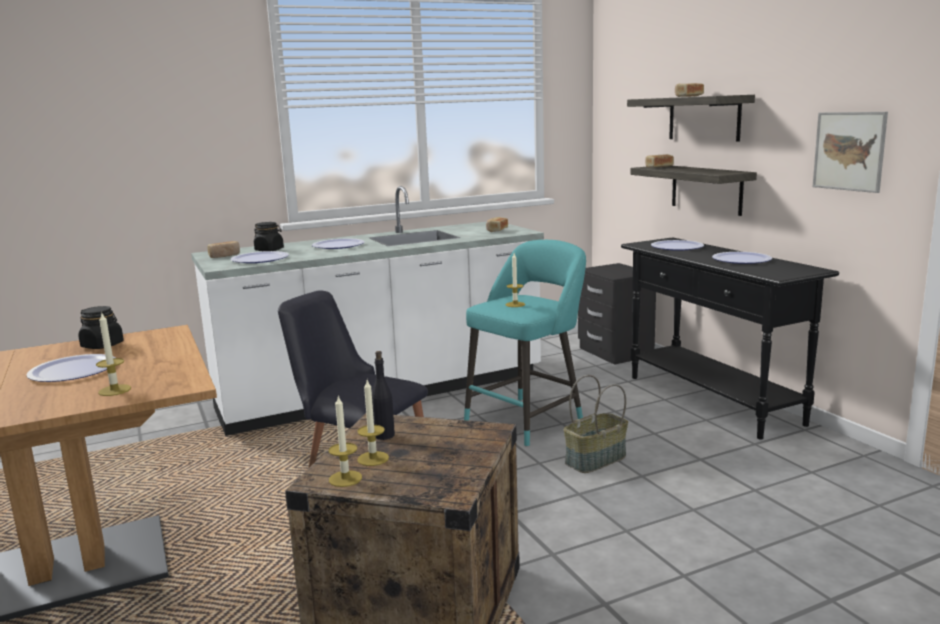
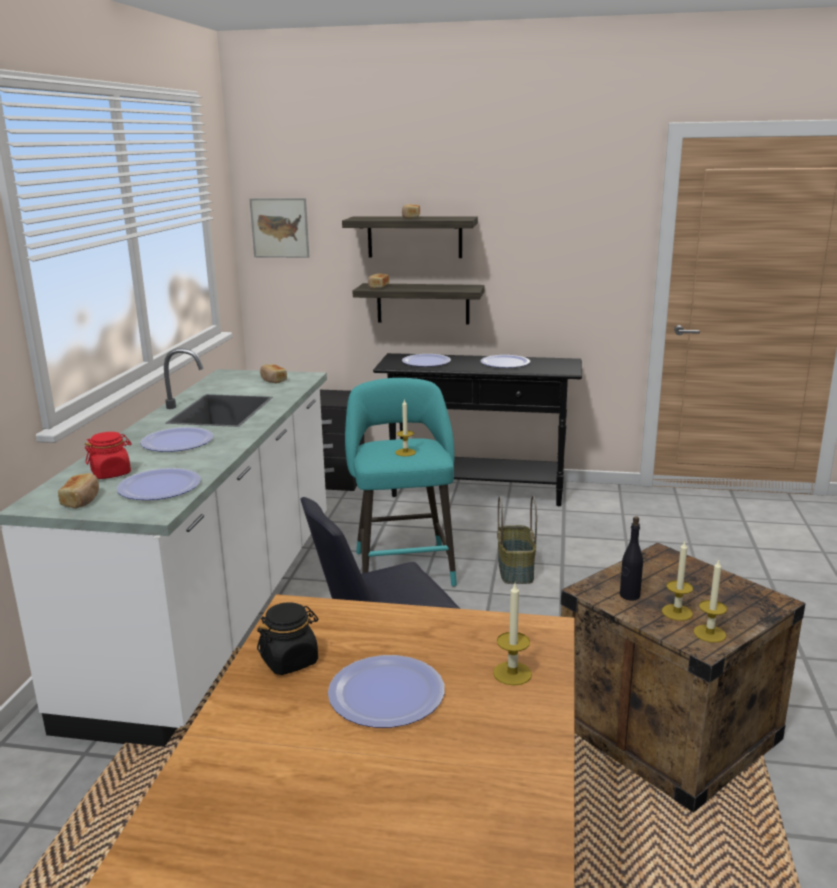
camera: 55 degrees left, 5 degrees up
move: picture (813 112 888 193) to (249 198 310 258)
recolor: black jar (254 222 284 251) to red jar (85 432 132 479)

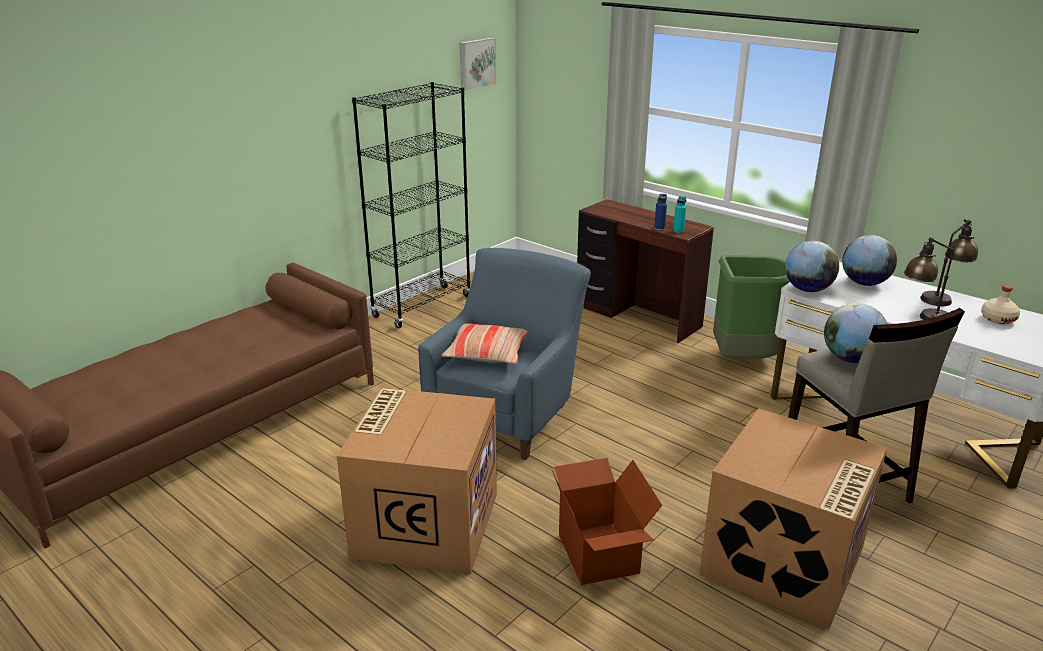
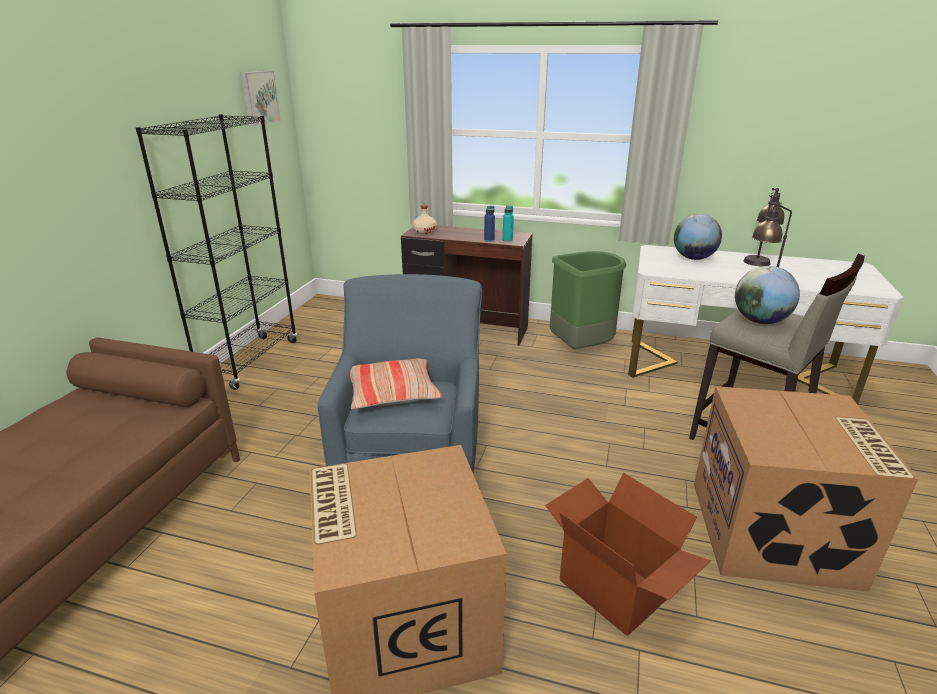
camera: 25 degrees left, 0 degrees up
delete: globe (785 241 839 292)
move: beige bottle (981 285 1020 324) to (412 205 437 234)

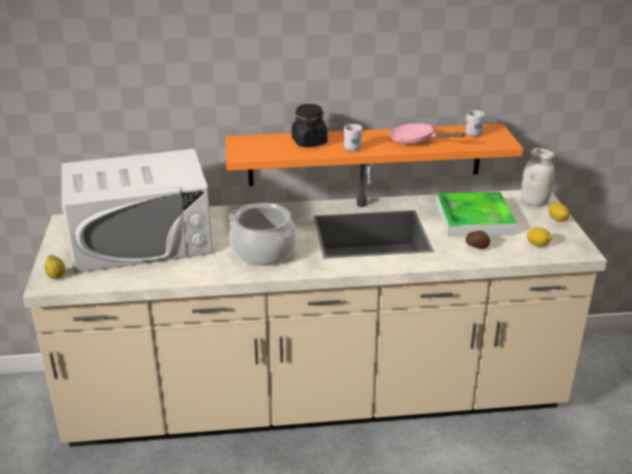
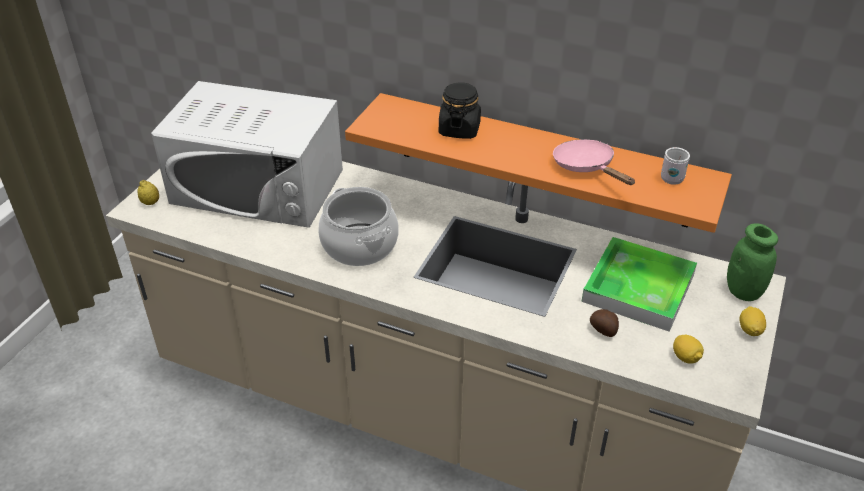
camera: 30 degrees right, 10 degrees up
delete: white mug (344 124 362 151)
recolor: white jar (521 148 554 206) to green jar (727 223 778 301)

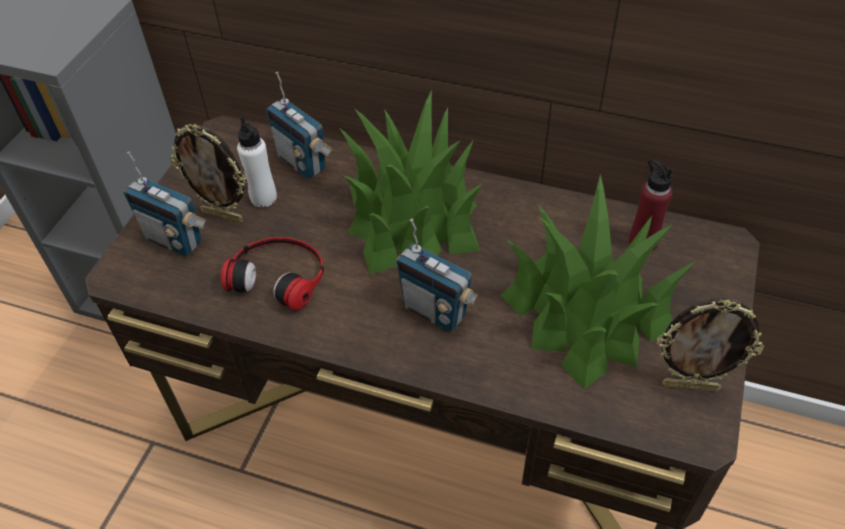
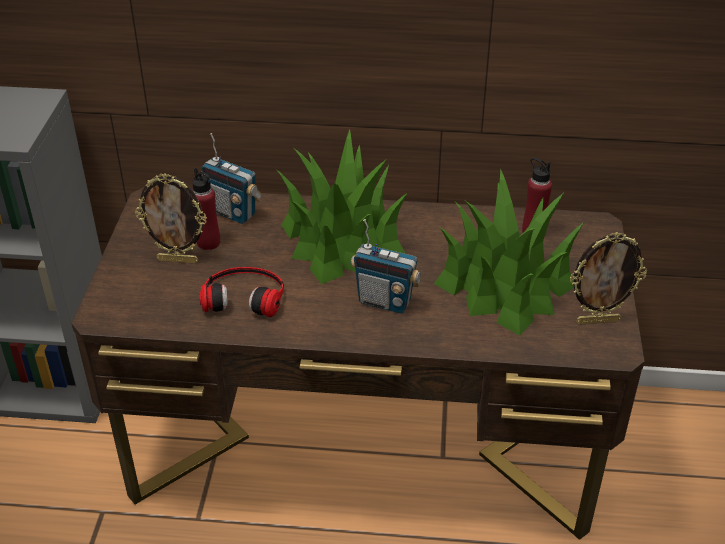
camera: 15 degrees left, 10 degrees down
delete: radio (124 151 207 257)
recolor: white bottle (237 117 277 207) to red bottle (192 168 220 250)

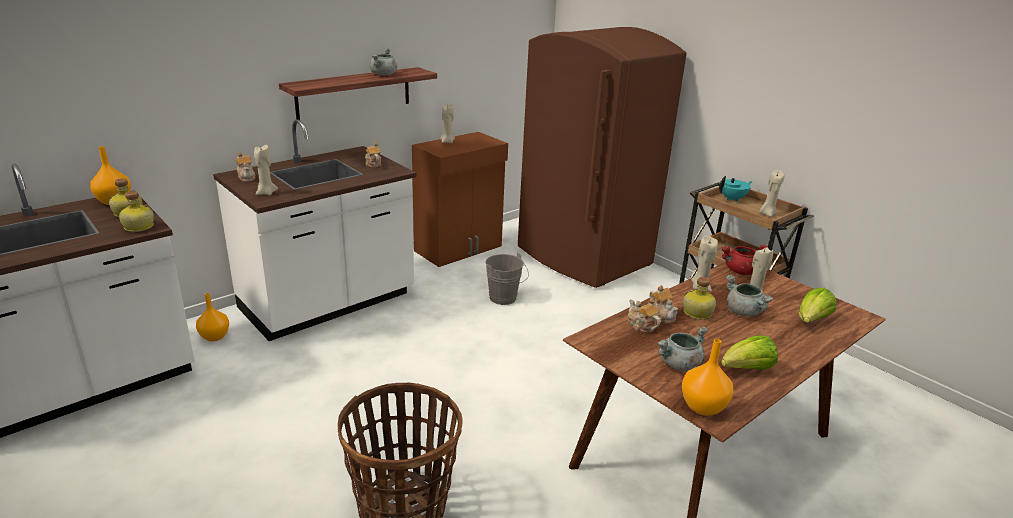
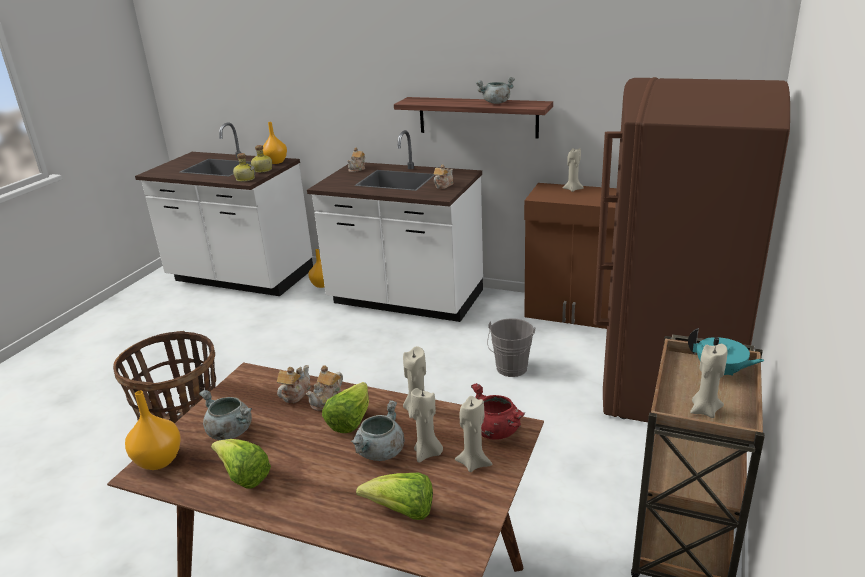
camera: 65 degrees right, 0 degrees up
move: beige candle (254 145 278 196) to (455 396 492 472)
replace: bottle (683 277 716 319) to lettuce (322 382 369 433)

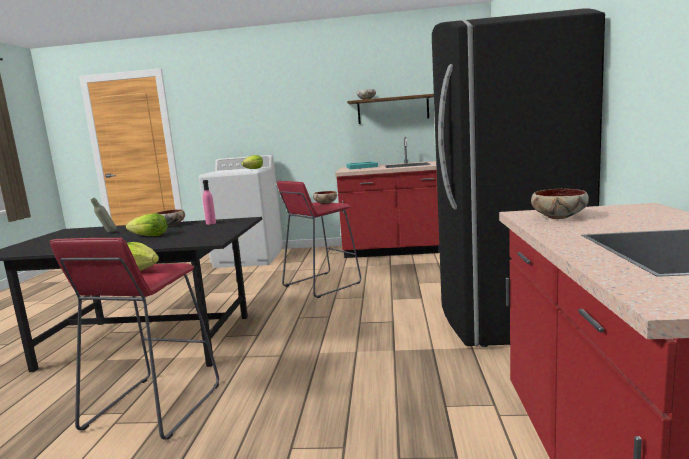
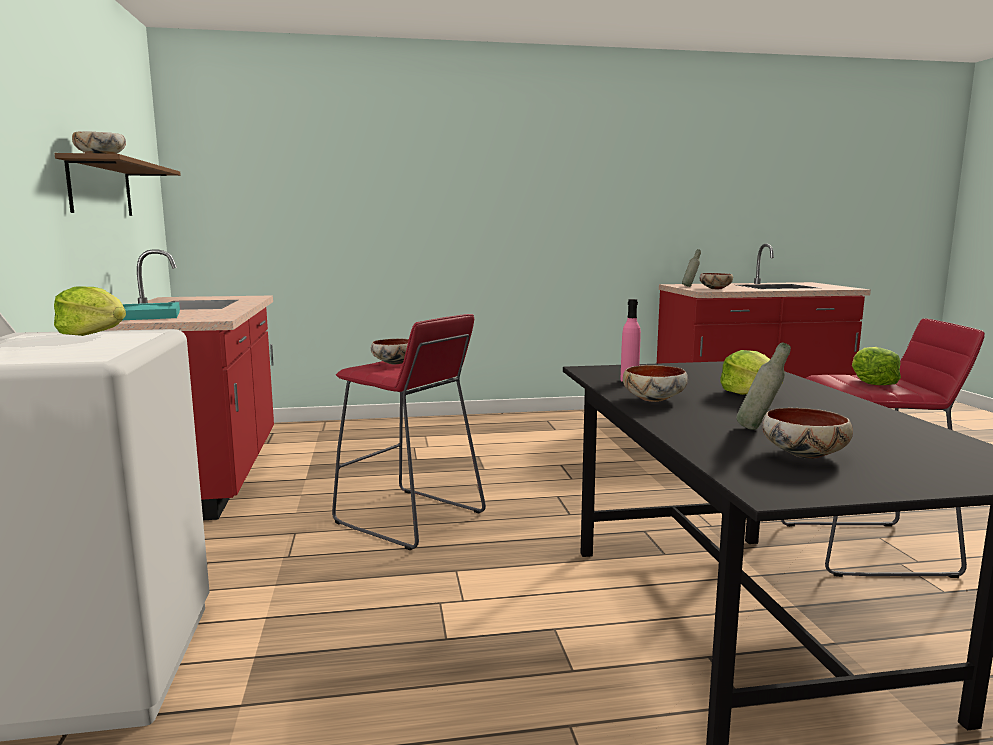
camera: 105 degrees left, 0 degrees up
delete: black fridge (432 8 605 347)
insert: grey bottle (682 249 701 287); bowl (762 408 853 459)

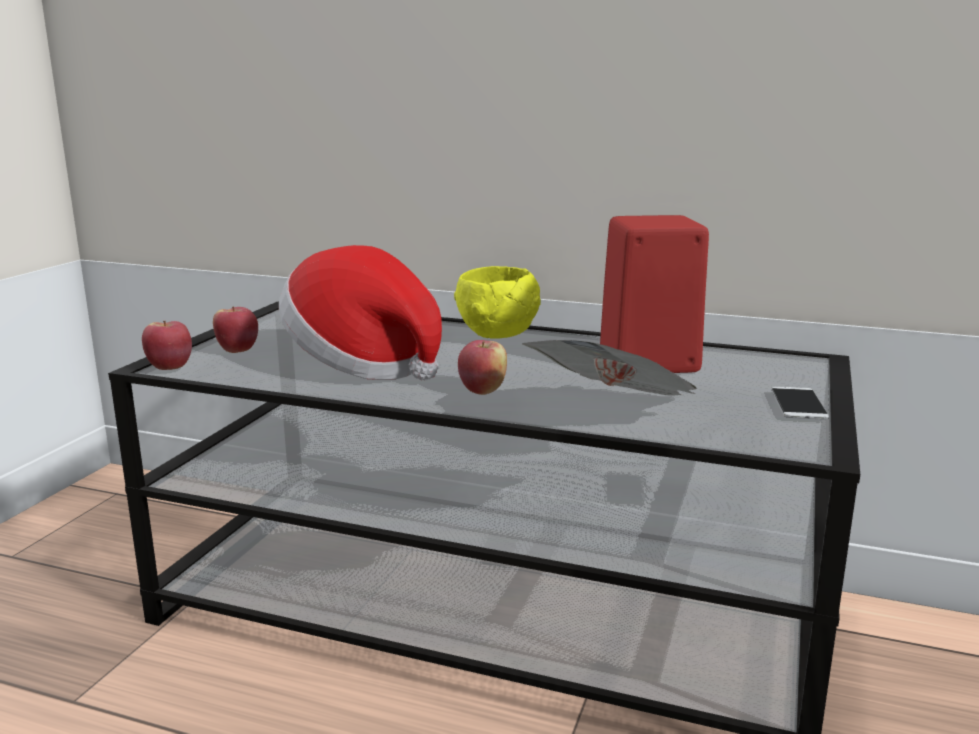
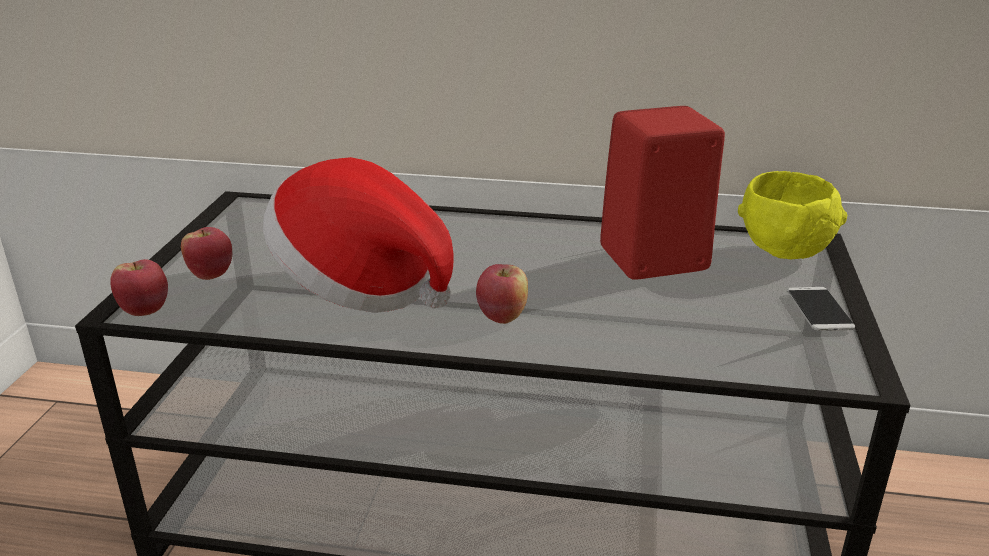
camera: 10 degrees left, 10 degrees up
delete: newspaper (522 340 697 396)
move: yellow bowl (454 266 541 339) to (738 171 847 259)

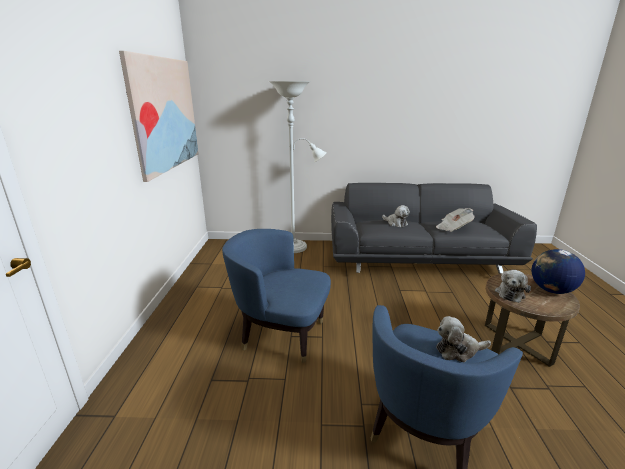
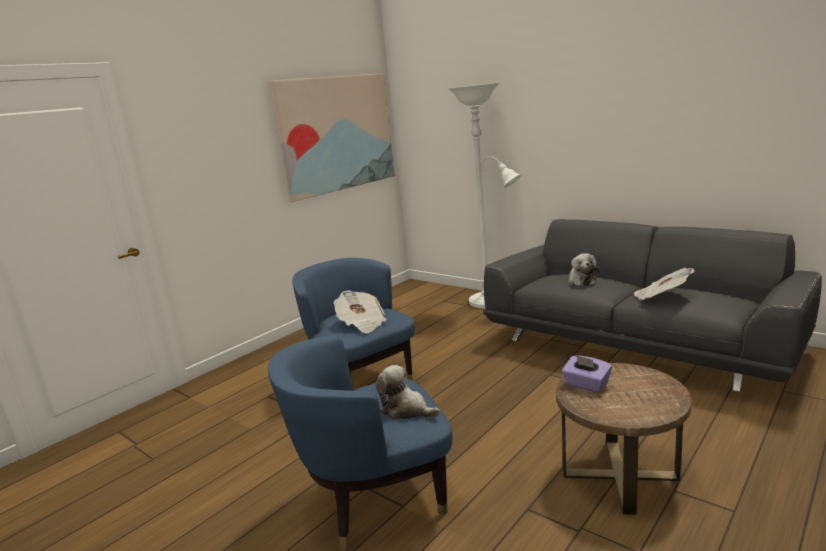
camera: 40 degrees right, 5 degrees down
delete: globe (531 249 585 294)
insert: newspaper (334 290 387 333)
replace: plush toy (495 270 531 303) to purple tissue box (562 355 612 393)

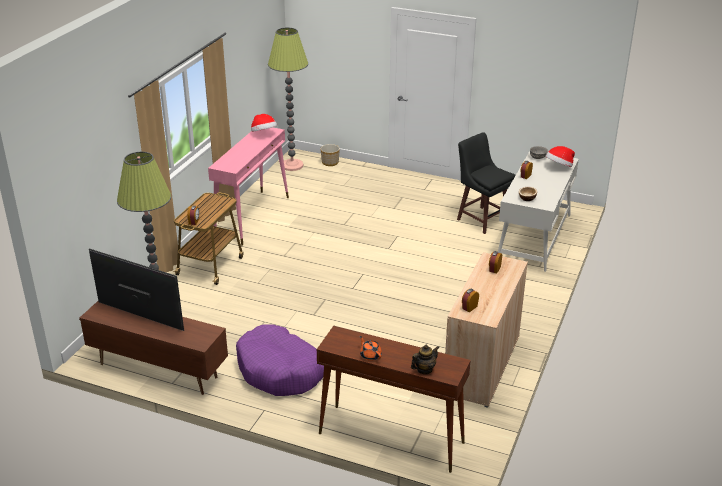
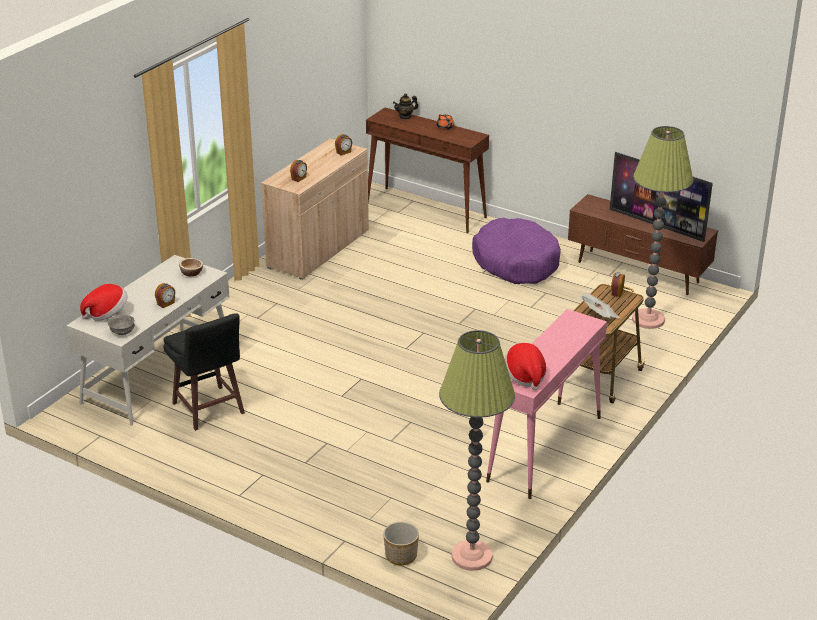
camera: 170 degrees left, 0 degrees up
insert: newspaper (580 293 620 319)

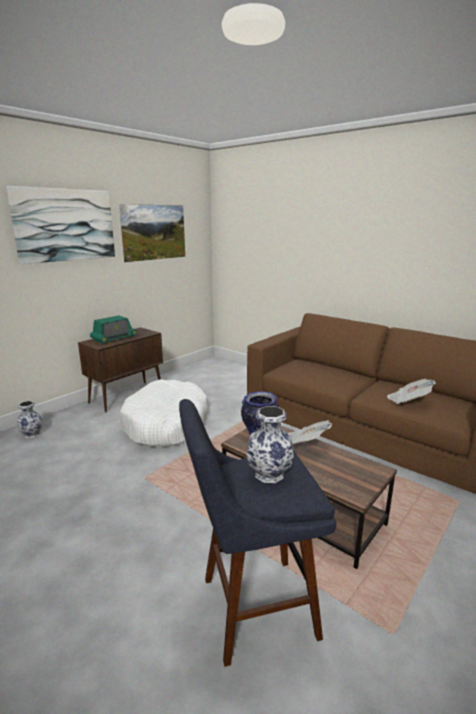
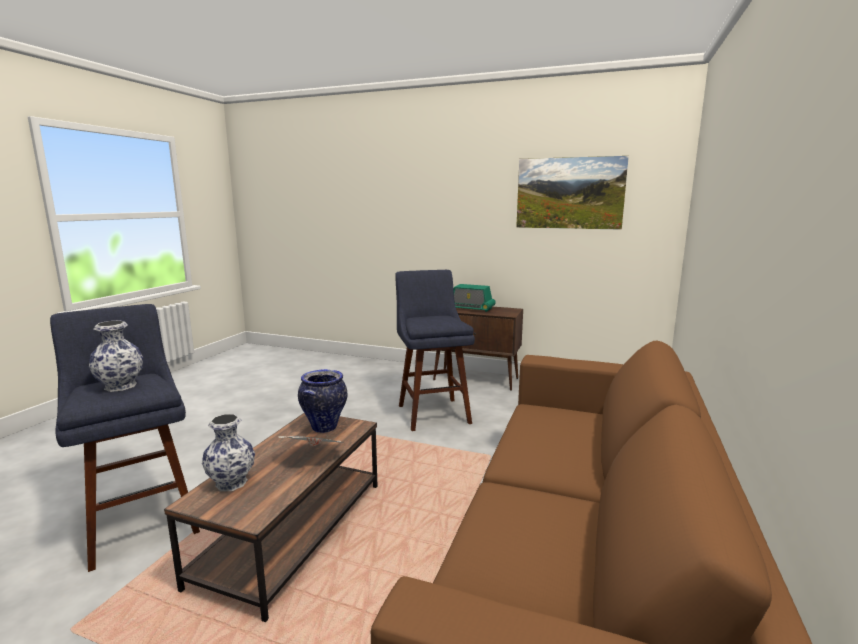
camera: 70 degrees right, 5 degrees down
delete: picture (6 186 115 264); newspaper (387 379 436 404)
move: vase (17 401 42 439) to (202 414 255 491)
replace: white dog bed (120 379 208 446) to blue stool (395 270 475 431)

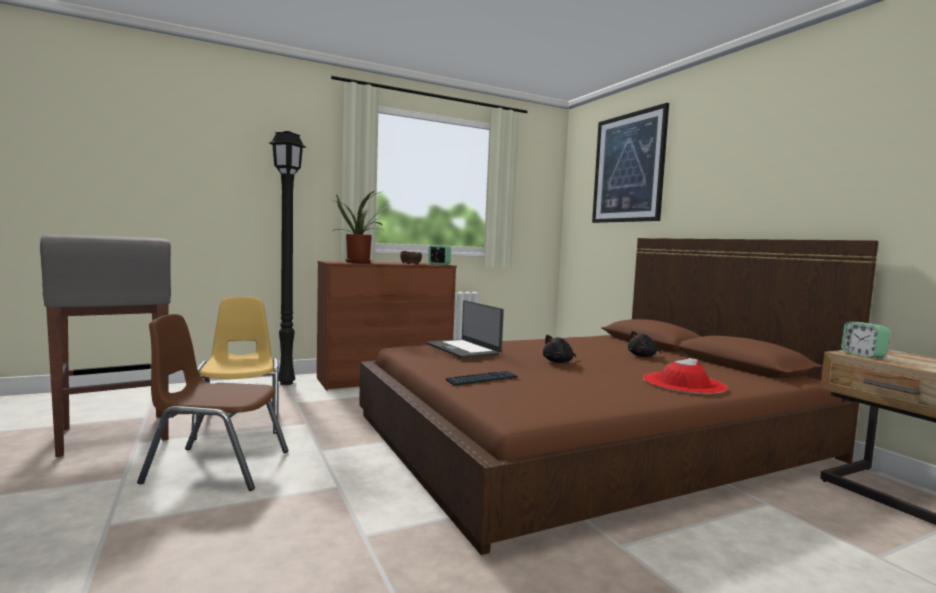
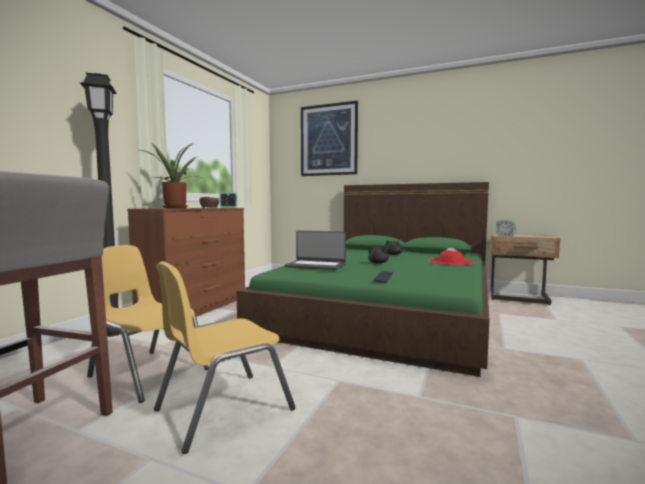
camera: 40 degrees left, 0 degrees up
recolor: brown chair (137 314 288 491) to yellow chair (154 261 296 454); brown bed (359 238 878 555) to green bed (236 182 490 377)

